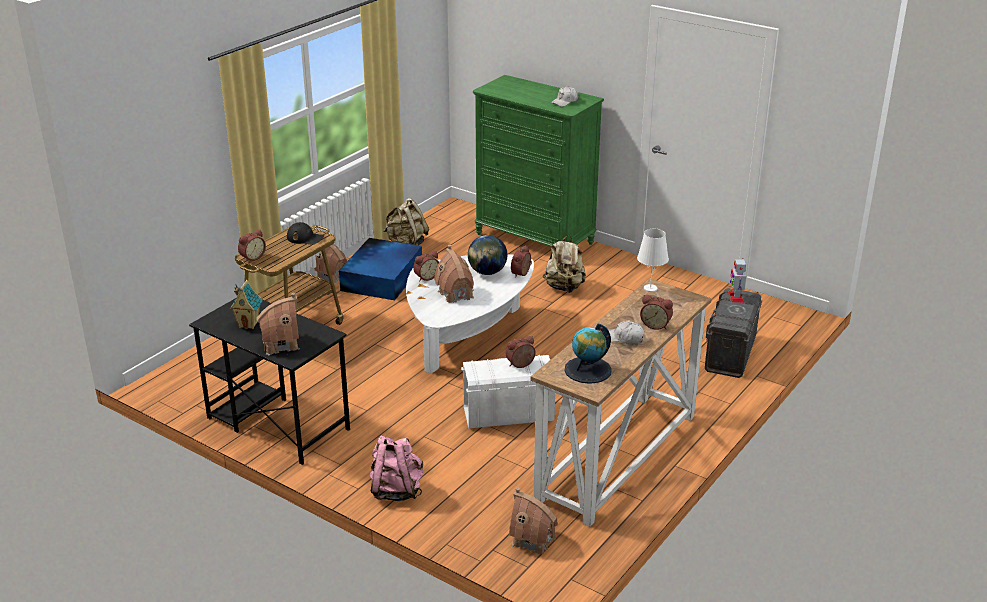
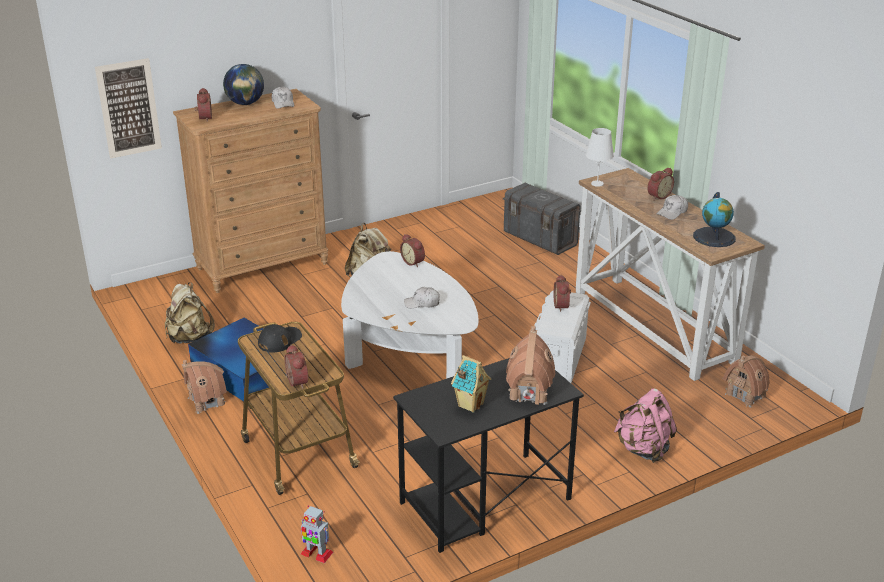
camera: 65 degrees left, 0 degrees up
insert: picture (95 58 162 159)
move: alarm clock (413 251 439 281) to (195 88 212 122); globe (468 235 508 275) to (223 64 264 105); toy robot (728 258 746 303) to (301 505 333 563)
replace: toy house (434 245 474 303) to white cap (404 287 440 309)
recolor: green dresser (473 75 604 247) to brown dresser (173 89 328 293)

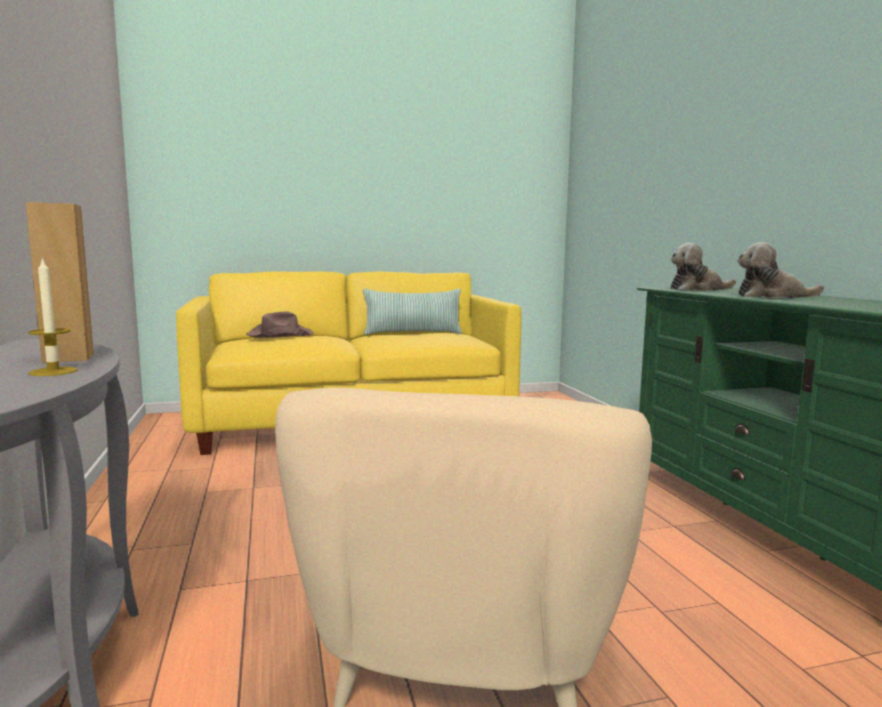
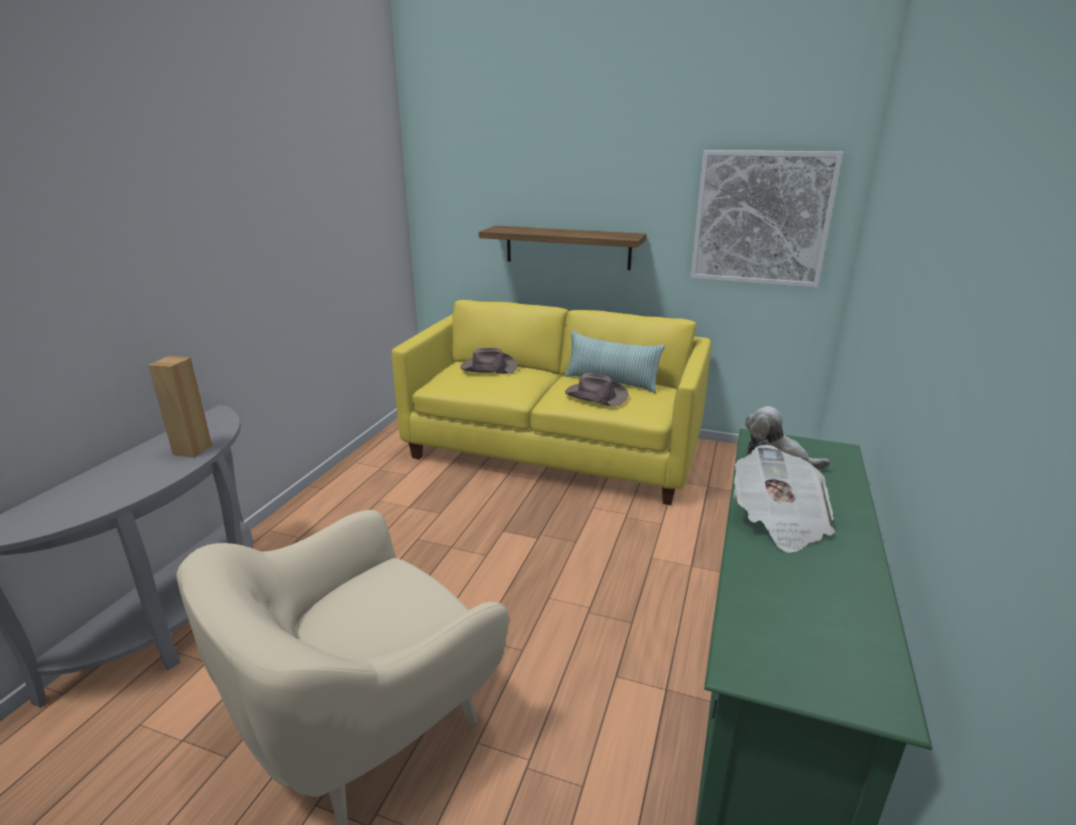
camera: 35 degrees right, 15 degrees up
delete: candle (28 257 78 376)
insert: shelf (479 226 647 270); brown hat (565 373 629 407); picture (690 150 843 288)
replace: plush toy (737 242 825 298) to newspaper (733 445 835 553)

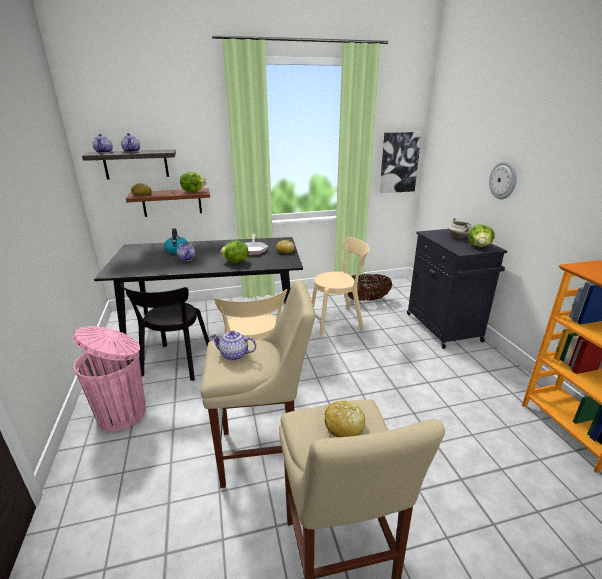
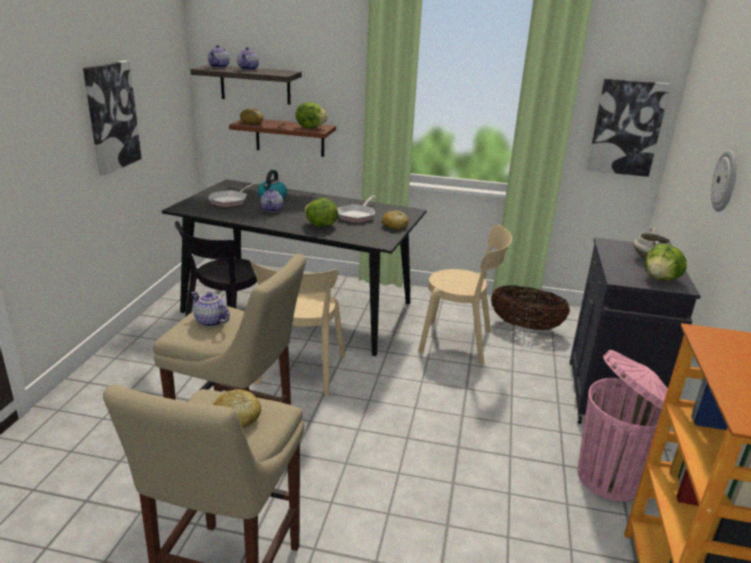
camera: 25 degrees right, 0 degrees up
insert: picture (83 61 142 175); frying pan (208 183 257 207)
move: pink trash can (72 326 146 431) to (578 350 668 501)

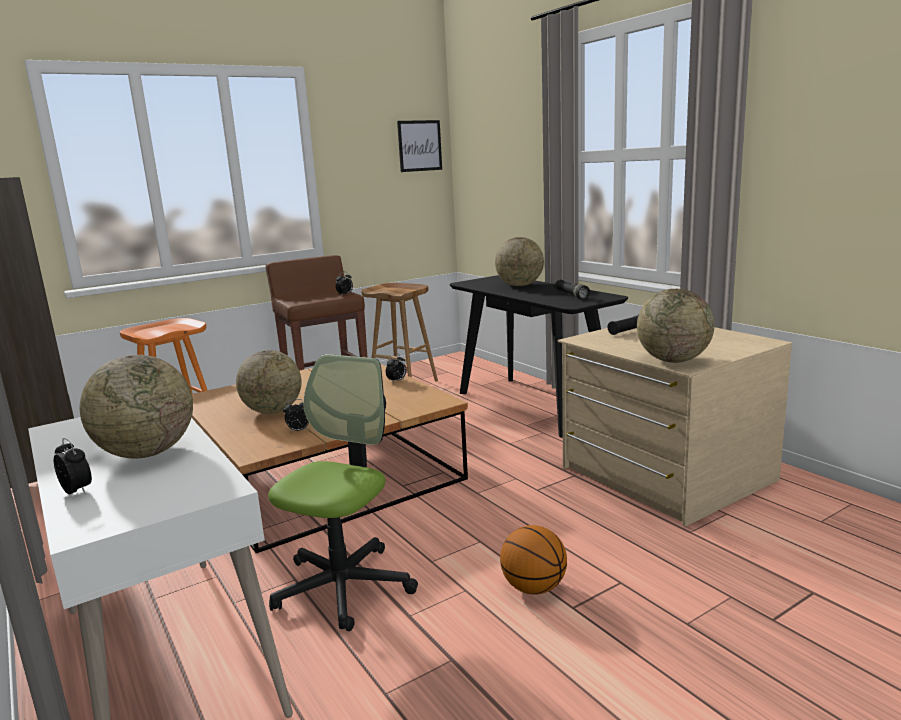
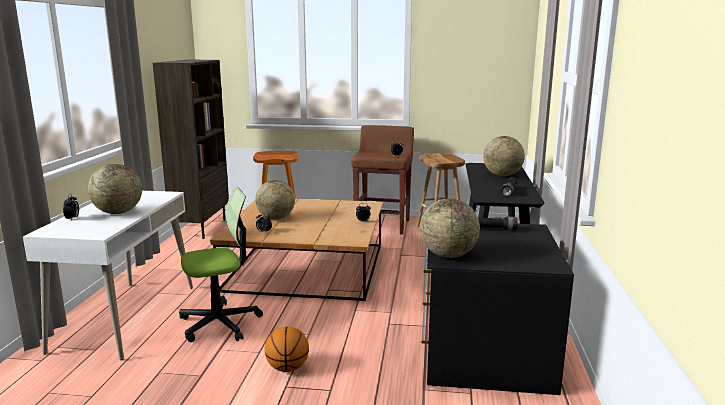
camera: 40 degrees right, 0 degrees up
delete: picture (397 120 442 172)
recolor: beige dresser (558 327 792 527) to black dresser (421 223 574 395)

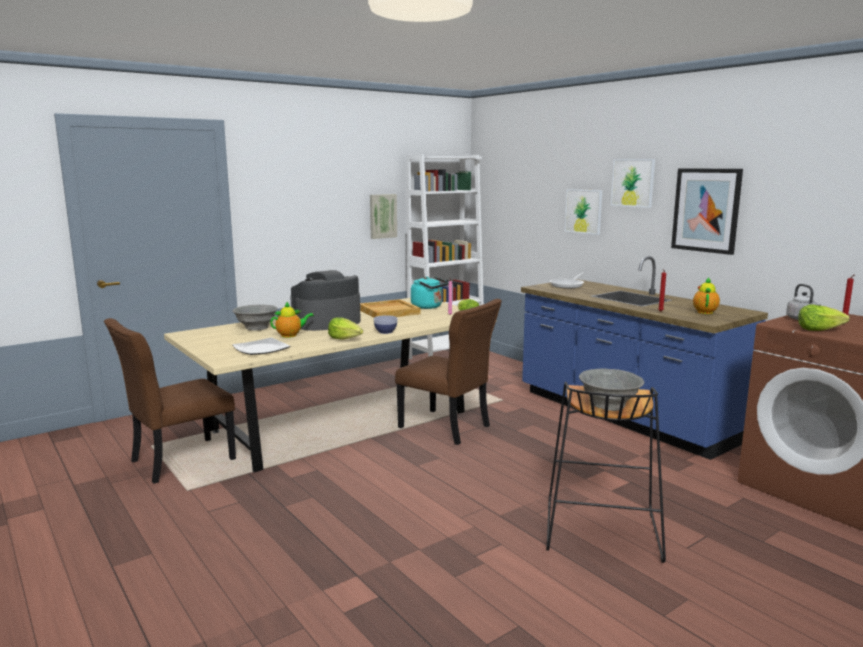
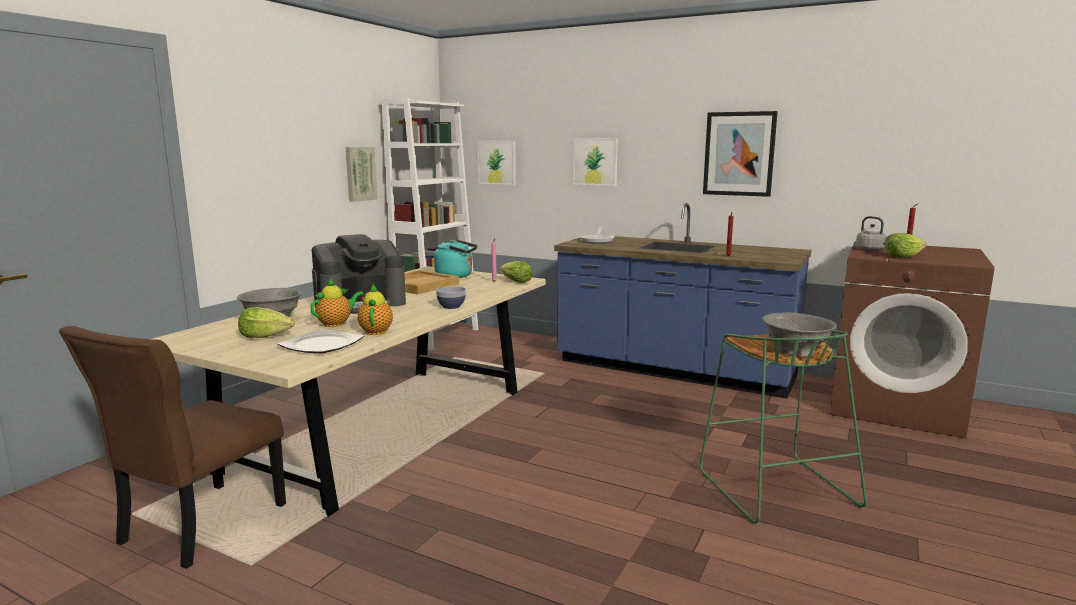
camera: 25 degrees left, 0 degrees up
delete: brown chair (395 299 502 445)
move: lettuce (328 317 363 340) to (238 307 295 338); teapot (693 277 720 314) to (358 284 393 335); picture (611 159 655 208) to (477 141 516 185)
recolor: black stool (546 382 666 563) to green stool (700 330 867 524)
rotate: coffee machine (290 270 361 331) = (312 234 406 314) 150 degrees counterclockwise

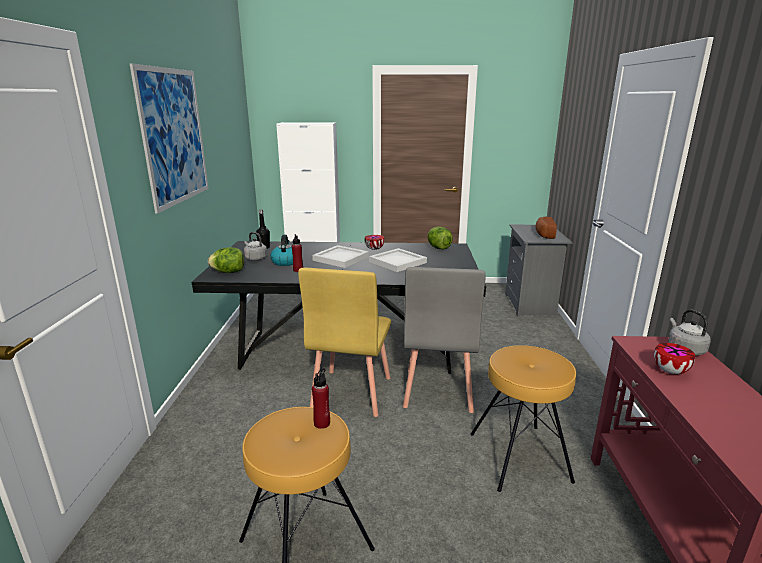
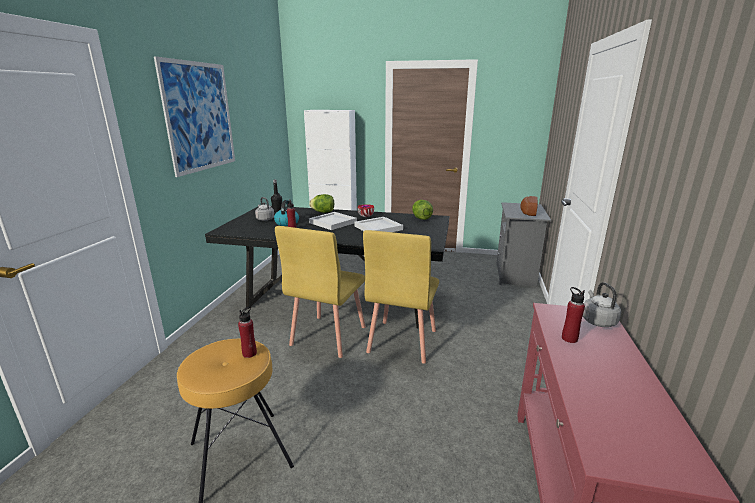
camera: 10 degrees right, 0 degrees up
delete: brown stool (470 345 576 492)
move: lettuce (208 247 244 273) to (309 194 334 213)
replace: bowl (654 343 695 374) to red bottle (562 287 585 343)
recolor: grey chair (403 267 486 413) to yellow chair (363 230 439 364)

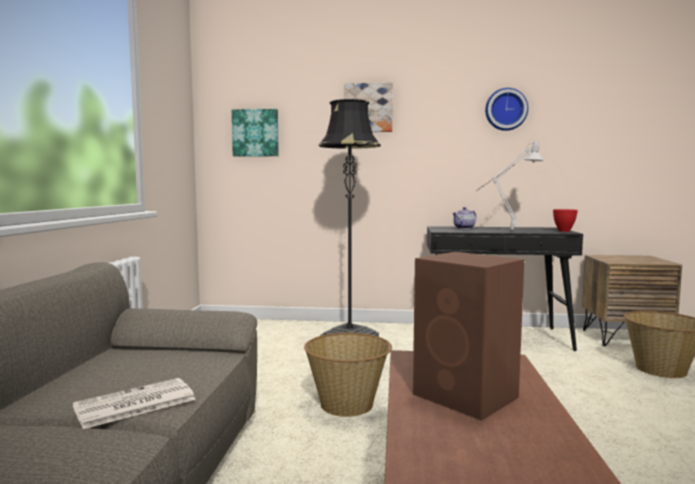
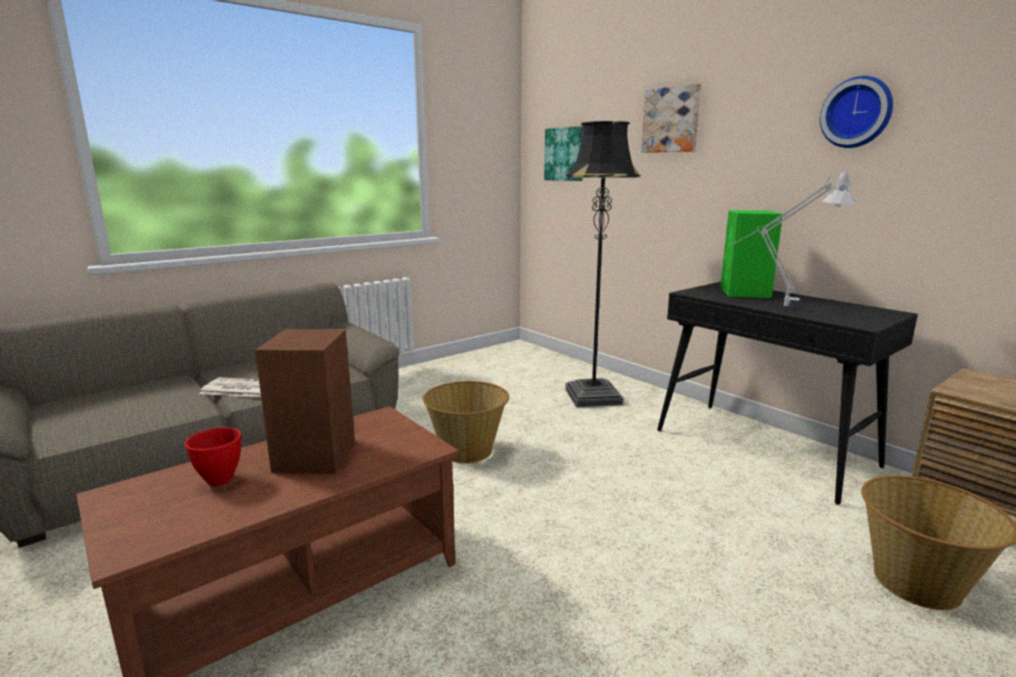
camera: 45 degrees right, 10 degrees up
move: red bowl (553 209 578 232) to (185 427 241 486)
replace: teapot (452 207 477 229) to green speaker (720 210 782 298)

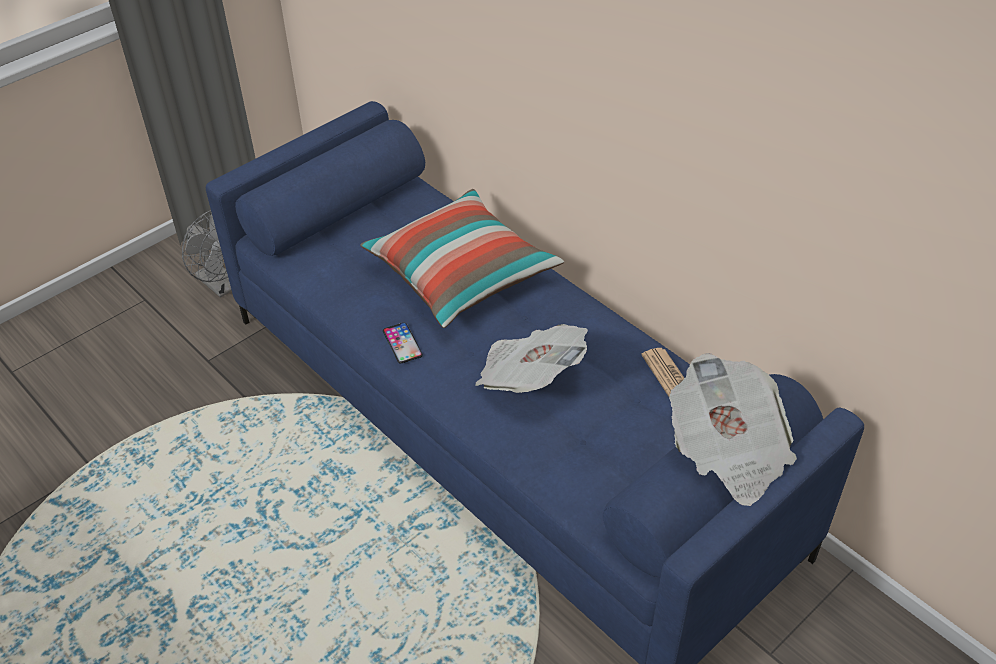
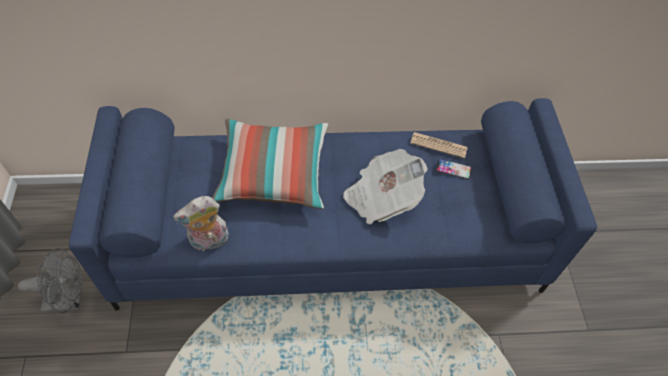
camera: 55 degrees left, 10 degrees up
delete: newspaper (669 353 797 506)
insert: plush toy (173 196 228 252)
move: phone (383 323 423 363) to (436 159 472 180)

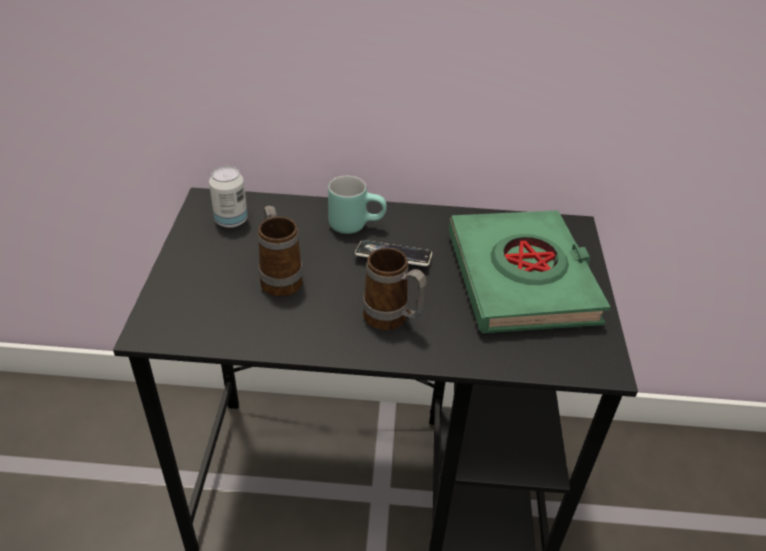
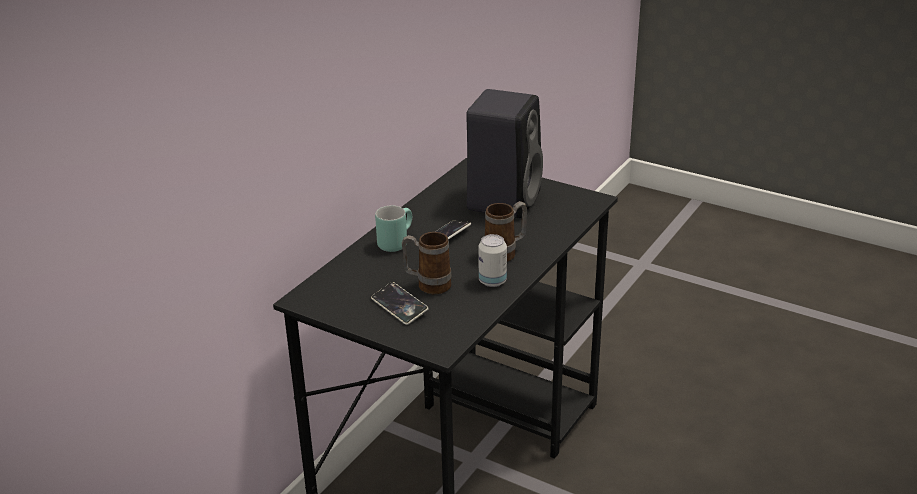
camera: 60 degrees left, 10 degrees down
insert: phone (371 282 428 325)
move: can (209 166 248 228) to (478 234 507 287)
replace: green book (448 210 610 333) to black speaker (466 89 543 218)

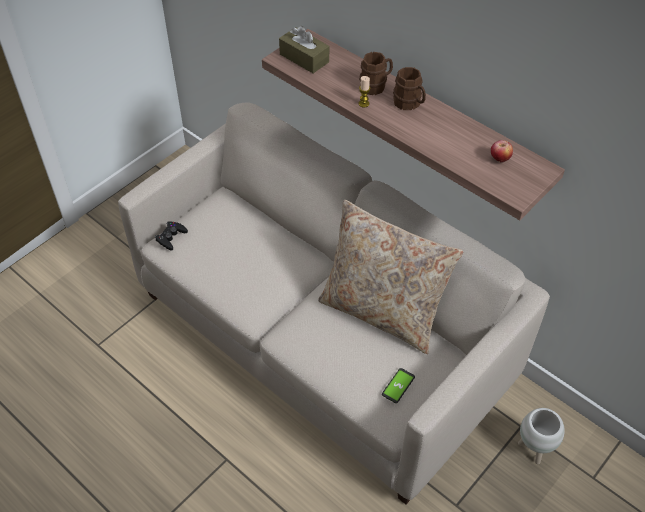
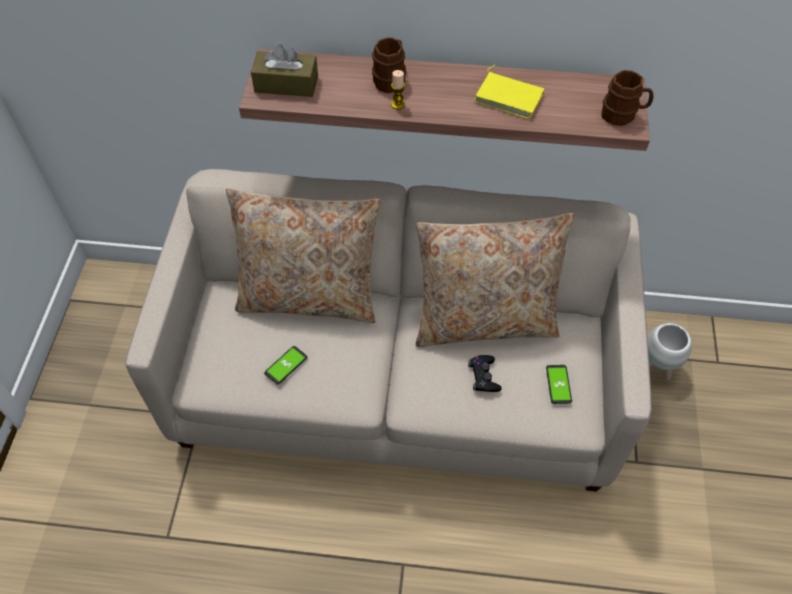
camera: 35 degrees left, 5 degrees up
delete: apple (491 140 513 163)
insert: beige pillow (226 188 381 323); phone (264 346 307 384); yellow book (474 65 545 119)
move: black game controller (155 221 188 251) to (468 355 502 392); brown mug (393 67 426 110) to (601 70 654 126)

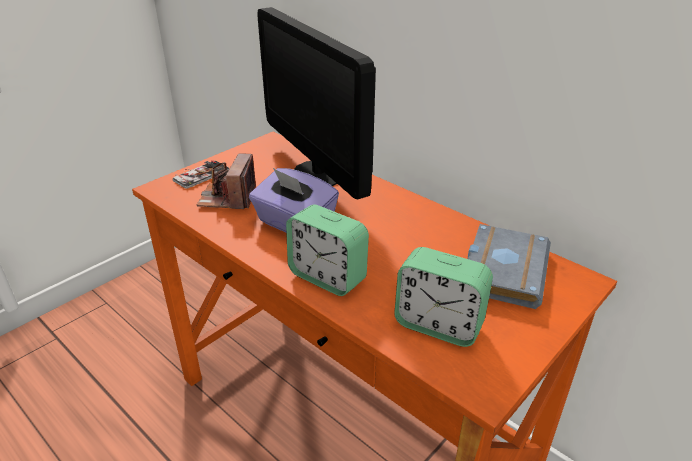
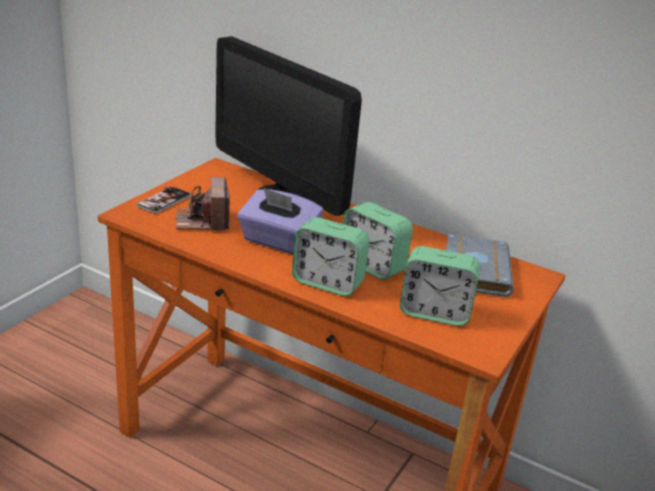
camera: 15 degrees left, 5 degrees down
insert: alarm clock (343 202 413 280)

